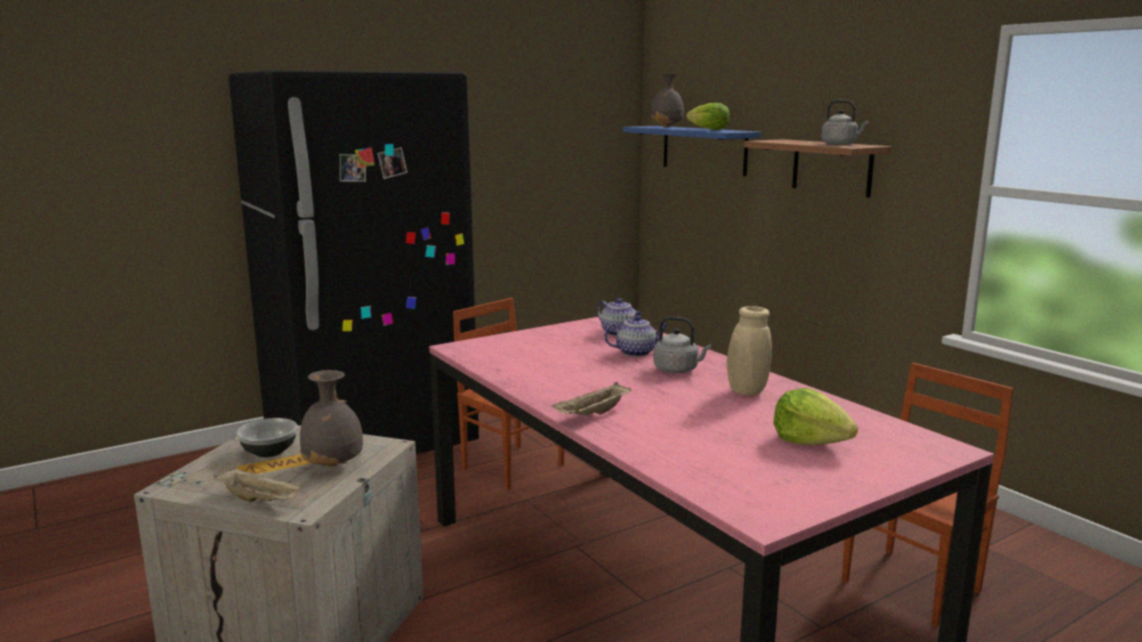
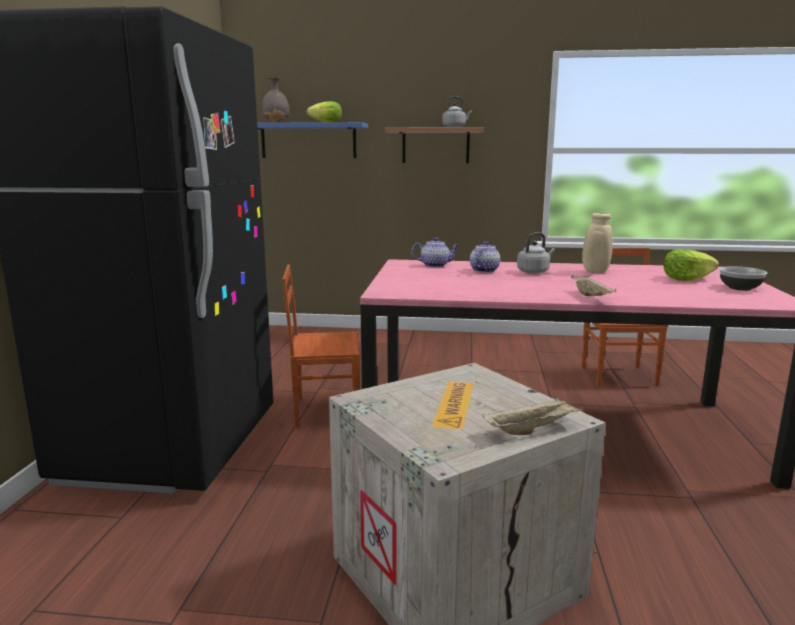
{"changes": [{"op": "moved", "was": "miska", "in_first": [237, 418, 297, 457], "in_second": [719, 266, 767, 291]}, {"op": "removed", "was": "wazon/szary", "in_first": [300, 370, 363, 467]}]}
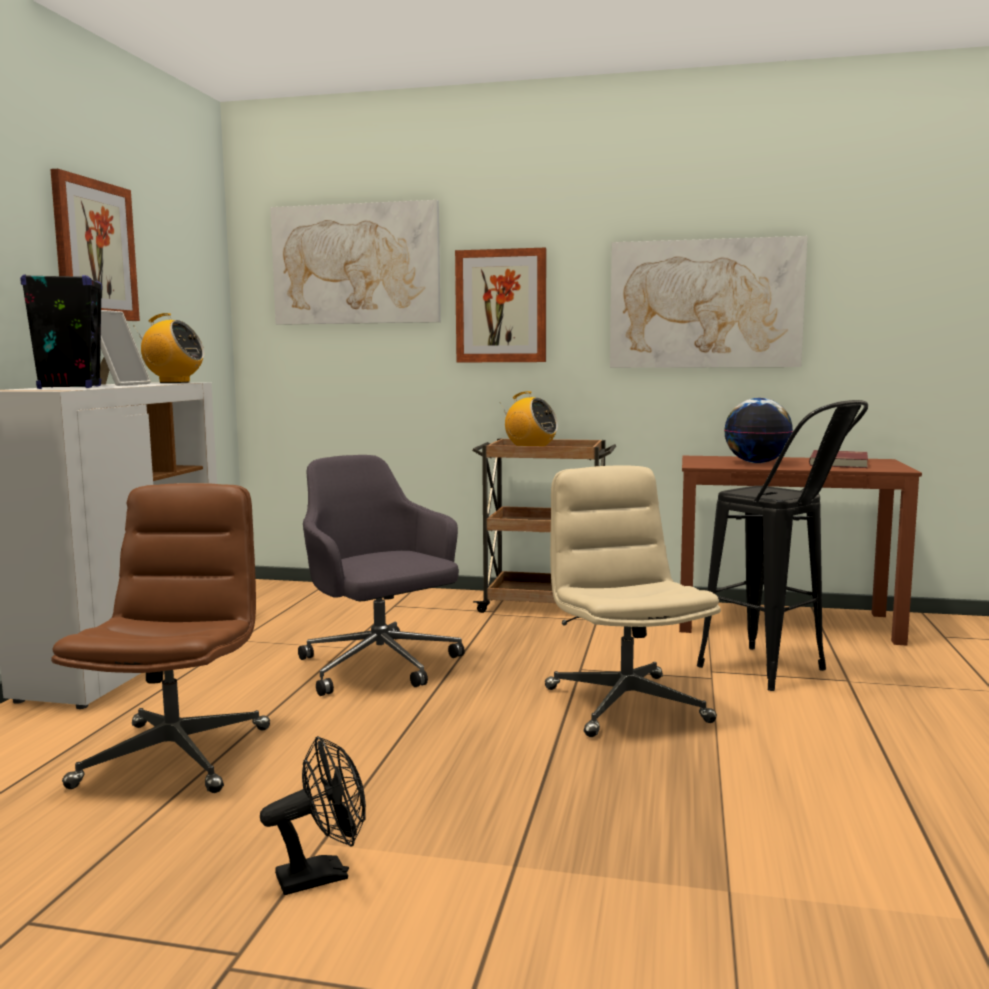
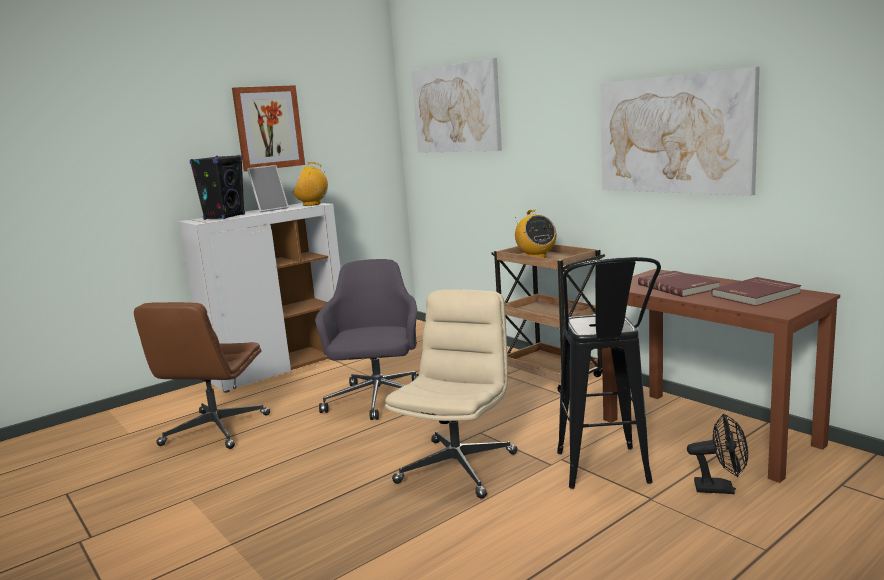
{"changes": [{"op": "turned", "was": "krzesło biurowe/brązowy", "in_first": [51, 483, 270, 793], "in_second": [134, 302, 270, 449], "clockwise": 150}, {"op": "turned", "was": "radio", "in_first": [133, 313, 205, 383], "in_second": [293, 162, 328, 206], "clockwise": 120}, {"op": "moved", "was": "wentylator/czarny", "in_first": [260, 736, 366, 895], "in_second": [687, 414, 748, 494]}, {"op": "removed", "was": "obraz", "in_first": [455, 248, 546, 362]}, {"op": "replaced", "was": "globus", "now": "książka/czerwony", "in_first": [724, 398, 793, 463], "in_second": [638, 271, 720, 297]}]}
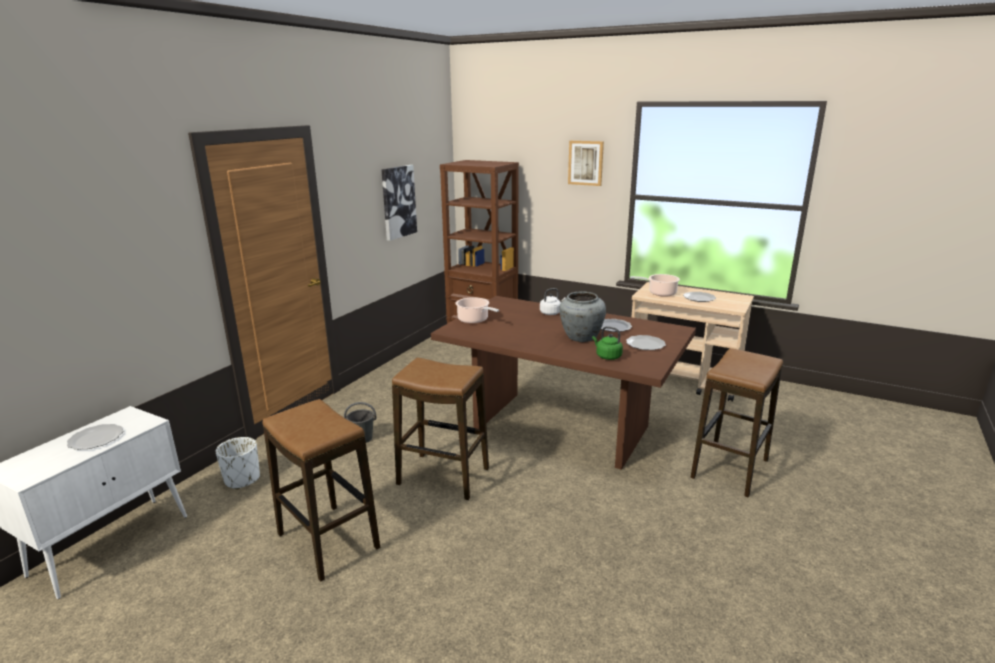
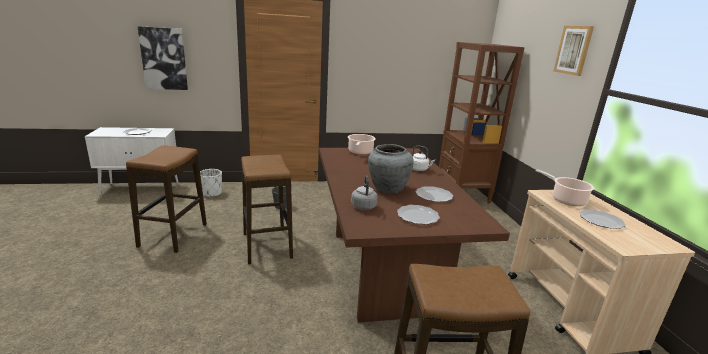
{"changes": [{"op": "moved", "was": "obraz", "in_first": [381, 165, 417, 241], "in_second": [137, 26, 188, 90]}, {"op": "recoloured", "was": "czajnik/zielony", "now": "czajnik/szary", "in_first": [592, 326, 623, 360], "in_second": [351, 176, 377, 210]}]}
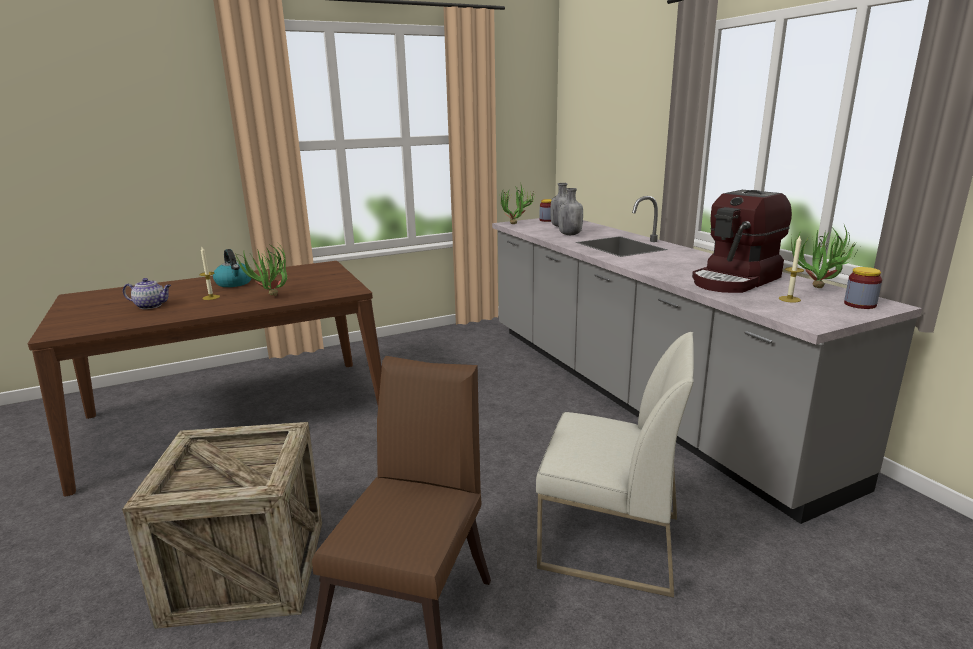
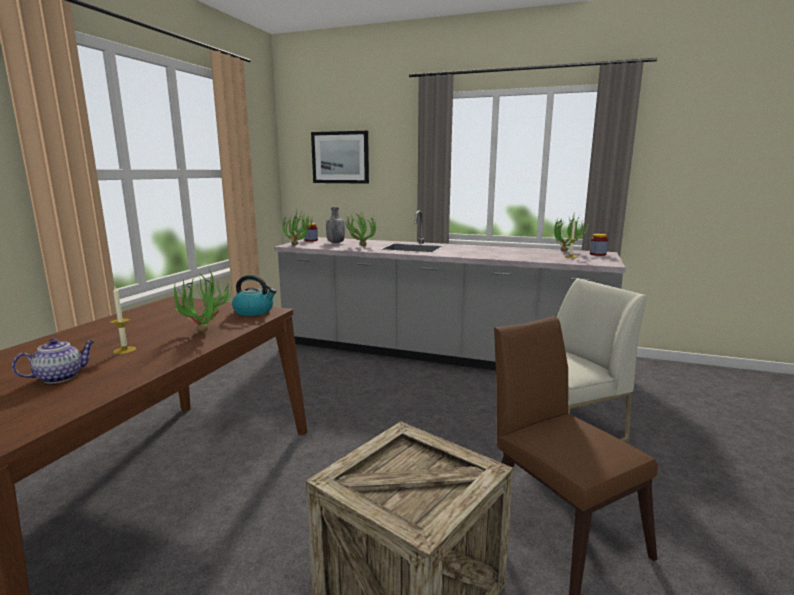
{"changes": [{"op": "moved", "was": "czajnik", "in_first": [213, 249, 251, 287], "in_second": [232, 275, 276, 316]}, {"op": "replaced", "was": "butelka/szary", "now": "roślina doniczkowa", "in_first": [558, 188, 583, 235], "in_second": [345, 210, 376, 246]}, {"op": "removed", "was": "ekspres do kawy", "in_first": [692, 190, 792, 293]}, {"op": "added", "now": "obraz", "in_second": [311, 131, 369, 184]}]}
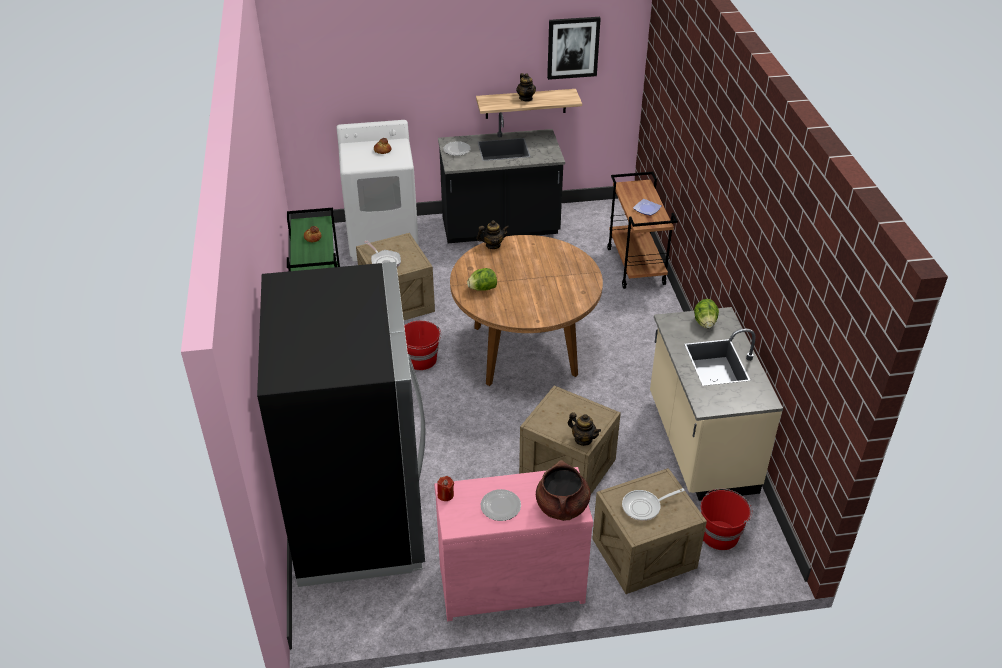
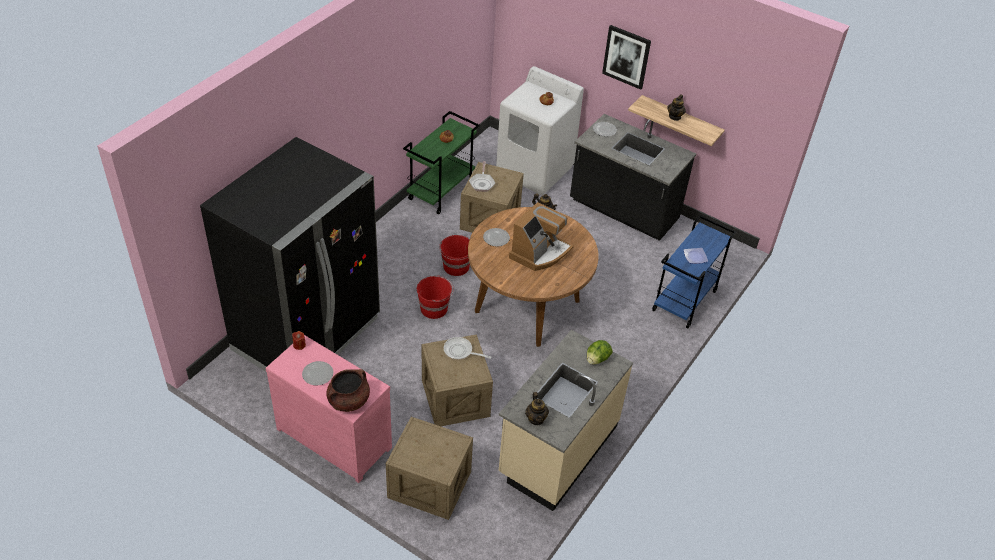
{"changes": [{"op": "replaced", "was": "sałata", "now": "talerz", "in_first": [467, 268, 497, 291], "in_second": [483, 228, 510, 246]}, {"op": "moved", "was": "obraz", "in_first": [547, 17, 601, 80], "in_second": [602, 25, 651, 90]}, {"op": "moved", "was": "imbryk", "in_first": [568, 412, 601, 446], "in_second": [525, 392, 549, 425]}, {"op": "recoloured", "was": "wózek/brązowy", "now": "wózek/niebieski", "in_first": [607, 172, 678, 289], "in_second": [652, 215, 736, 328]}, {"op": "moved", "was": "patelnia", "in_first": [622, 488, 685, 521], "in_second": [444, 337, 491, 360]}, {"op": "moved", "was": "wiadro/czerwony", "in_first": [701, 489, 753, 550], "in_second": [417, 275, 453, 319]}, {"op": "added", "now": "ekspres do kawy", "in_second": [509, 202, 574, 271]}]}
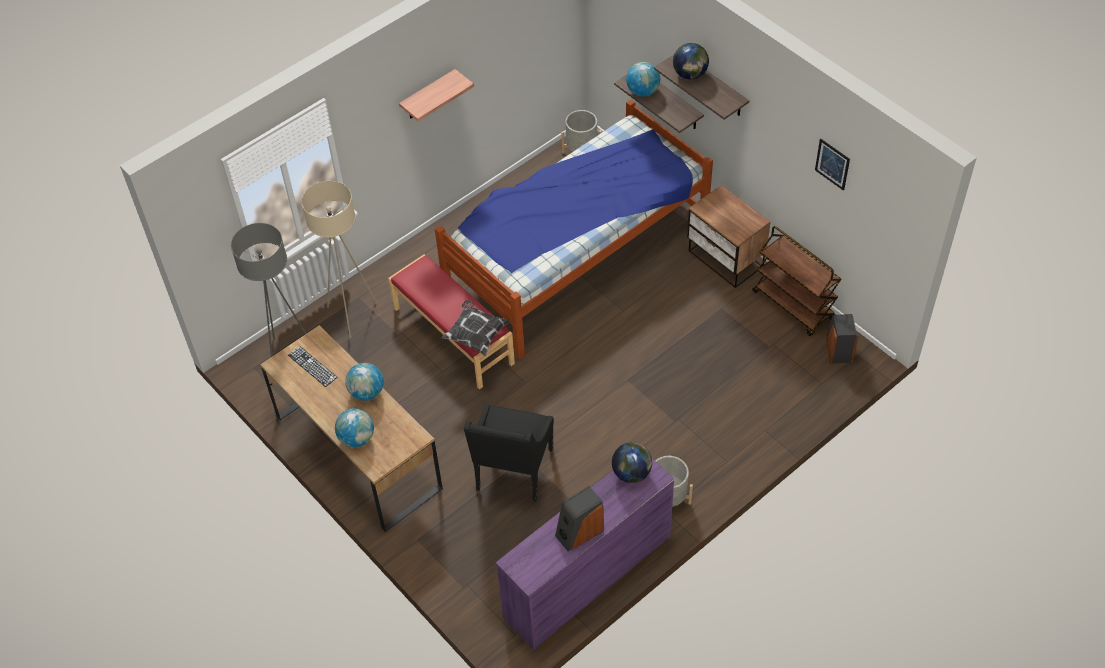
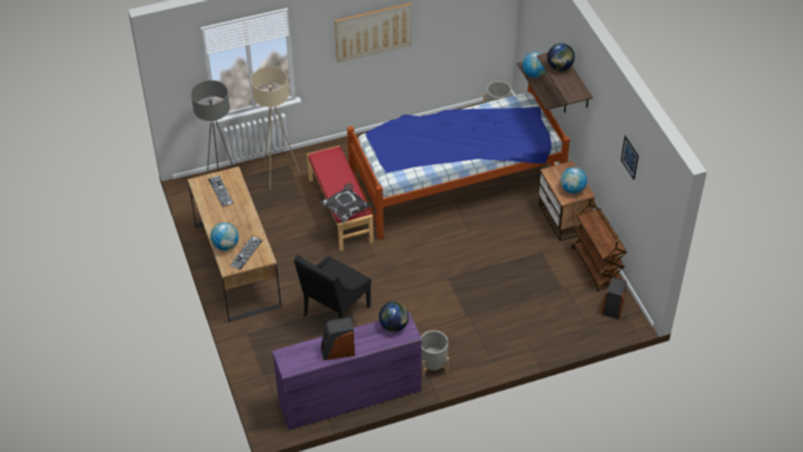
{"changes": [{"op": "moved", "was": "globus", "in_first": [345, 363, 384, 401], "in_second": [560, 167, 587, 194]}, {"op": "replaced", "was": "półka", "now": "obraz", "in_first": [399, 69, 474, 121], "in_second": [335, 3, 412, 62]}, {"op": "added", "now": "klawiatura", "in_second": [230, 236, 263, 270]}]}
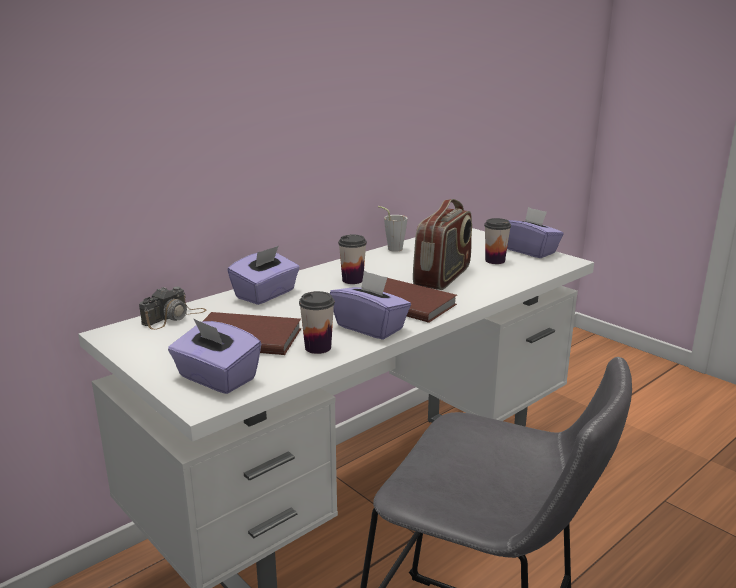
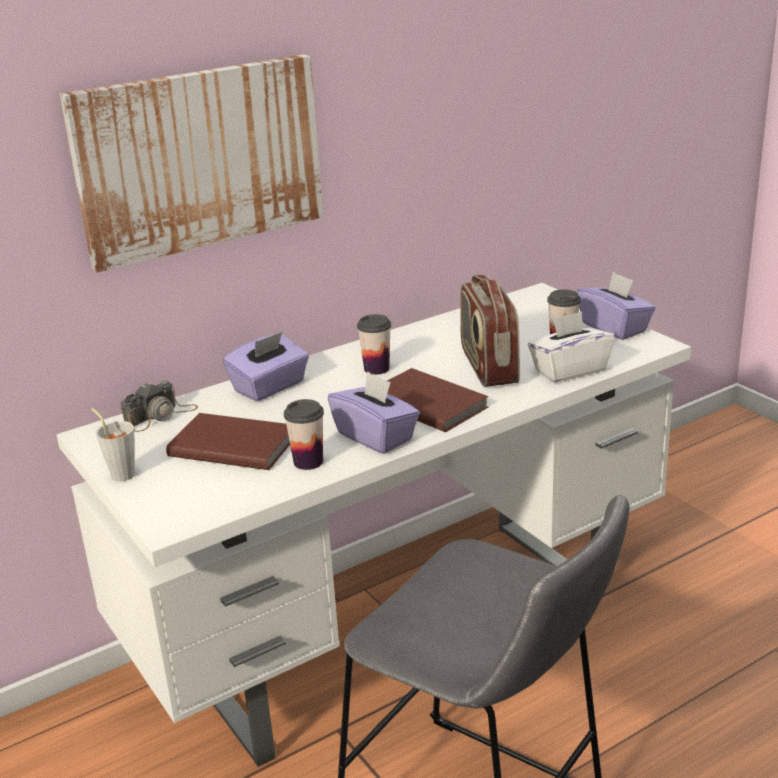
{"changes": [{"op": "removed", "was": "pudełko chusteczek/fioletowy", "in_first": [168, 318, 261, 394]}, {"op": "moved", "was": "filiżanka/szary", "in_first": [378, 206, 408, 252], "in_second": [91, 408, 135, 481]}, {"op": "turned", "was": "radio", "in_first": [413, 199, 472, 290], "in_second": [460, 275, 520, 387], "clockwise": 135}, {"op": "added", "now": "obraz", "in_second": [60, 55, 323, 273]}, {"op": "added", "now": "pudełko chusteczek/biały", "in_second": [528, 311, 615, 383]}]}
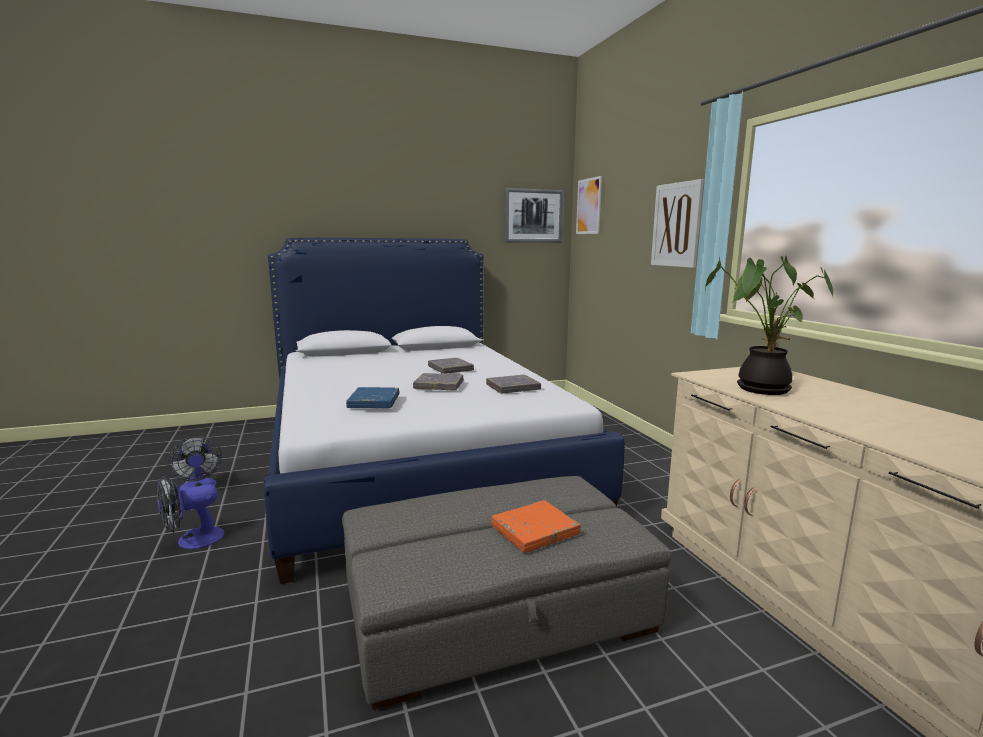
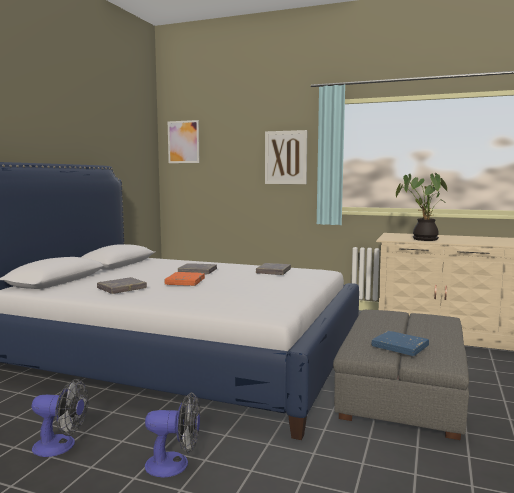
{"changes": [{"op": "turned", "was": "wentylator", "in_first": [157, 476, 224, 549], "in_second": [145, 392, 200, 478], "clockwise": -90}, {"op": "moved", "was": "książka/niebieski", "in_first": [346, 387, 399, 408], "in_second": [371, 331, 429, 356]}, {"op": "moved", "was": "książka/szary", "in_first": [413, 373, 463, 391], "in_second": [97, 277, 147, 294]}, {"op": "moved", "was": "książka/pomarańczowy", "in_first": [491, 500, 581, 553], "in_second": [164, 272, 205, 286]}, {"op": "removed", "was": "obraz", "in_first": [504, 188, 564, 243]}]}
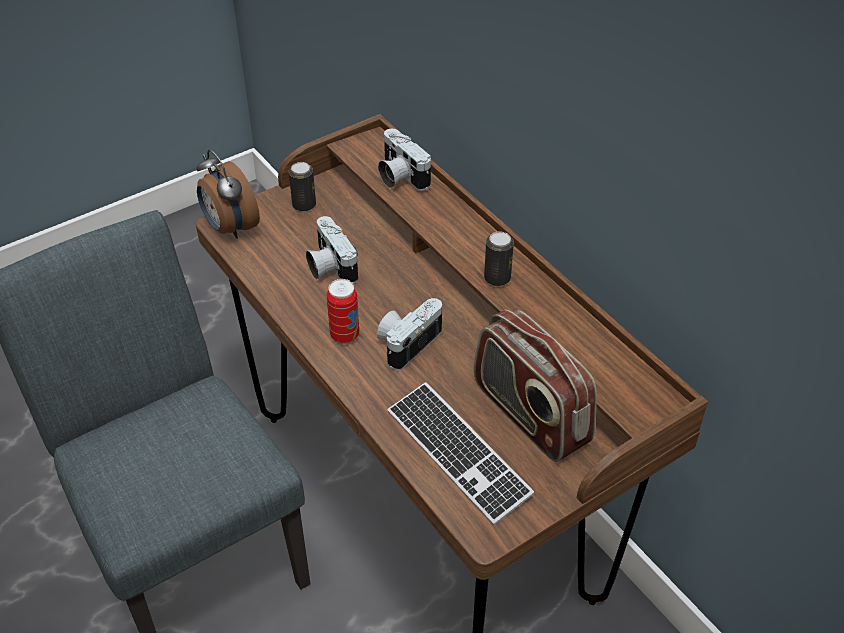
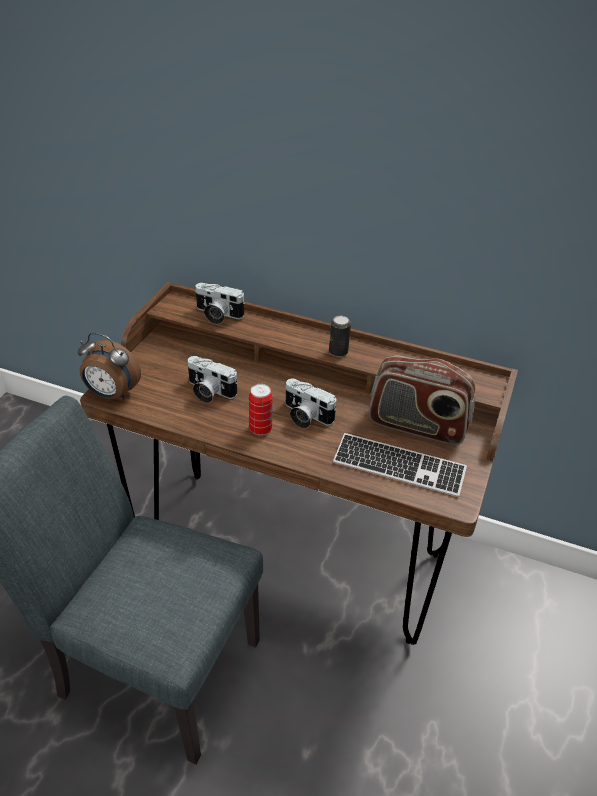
{"changes": [{"op": "removed", "was": "puszka", "in_first": [289, 162, 316, 212]}, {"op": "turned", "was": "aparat fotograficzny", "in_first": [377, 298, 442, 371], "in_second": [285, 378, 336, 429], "clockwise": -60}]}
